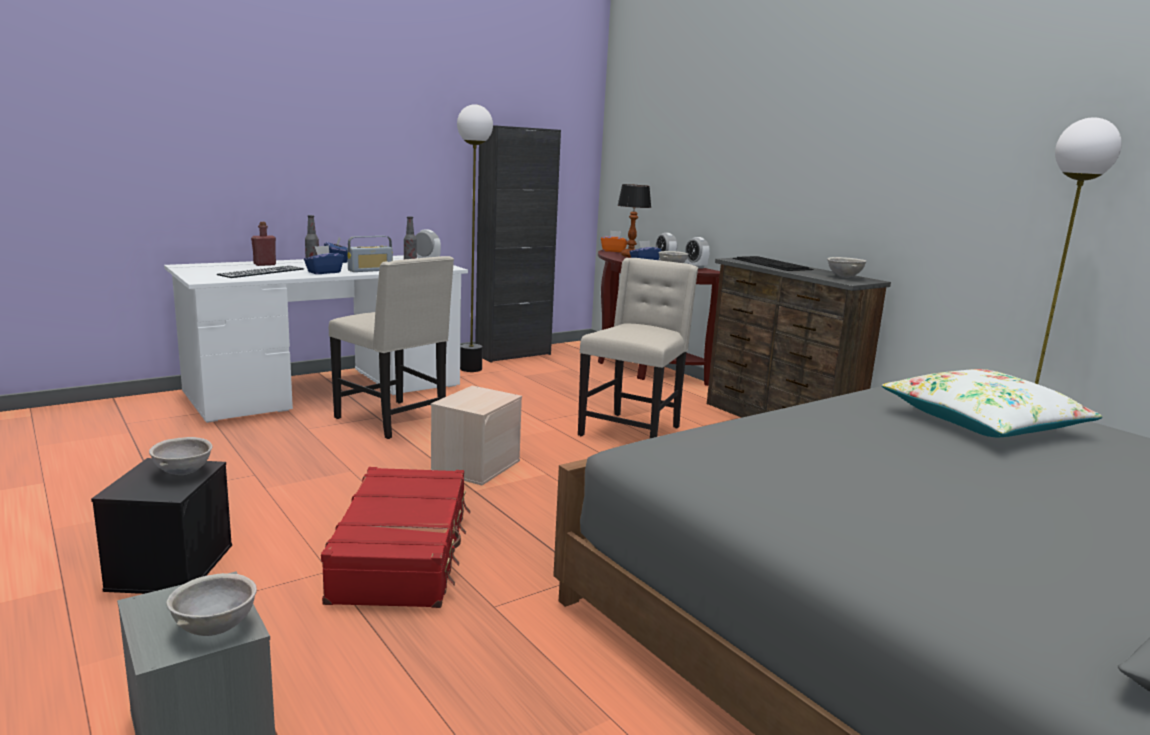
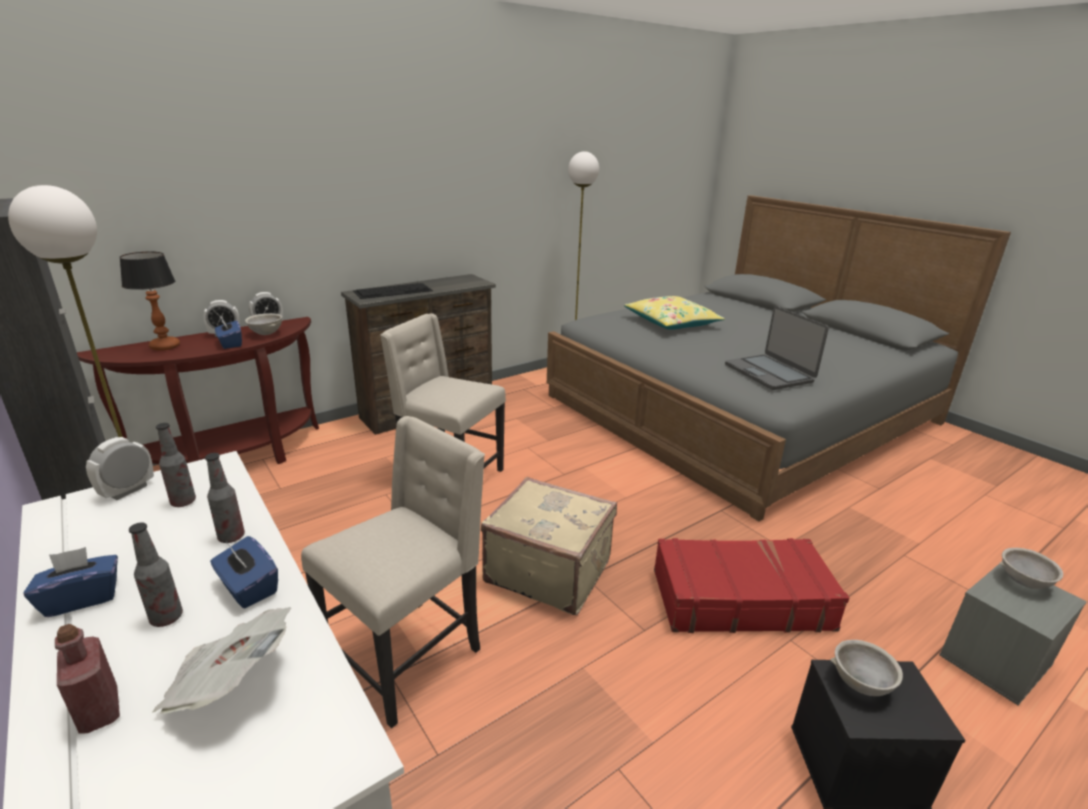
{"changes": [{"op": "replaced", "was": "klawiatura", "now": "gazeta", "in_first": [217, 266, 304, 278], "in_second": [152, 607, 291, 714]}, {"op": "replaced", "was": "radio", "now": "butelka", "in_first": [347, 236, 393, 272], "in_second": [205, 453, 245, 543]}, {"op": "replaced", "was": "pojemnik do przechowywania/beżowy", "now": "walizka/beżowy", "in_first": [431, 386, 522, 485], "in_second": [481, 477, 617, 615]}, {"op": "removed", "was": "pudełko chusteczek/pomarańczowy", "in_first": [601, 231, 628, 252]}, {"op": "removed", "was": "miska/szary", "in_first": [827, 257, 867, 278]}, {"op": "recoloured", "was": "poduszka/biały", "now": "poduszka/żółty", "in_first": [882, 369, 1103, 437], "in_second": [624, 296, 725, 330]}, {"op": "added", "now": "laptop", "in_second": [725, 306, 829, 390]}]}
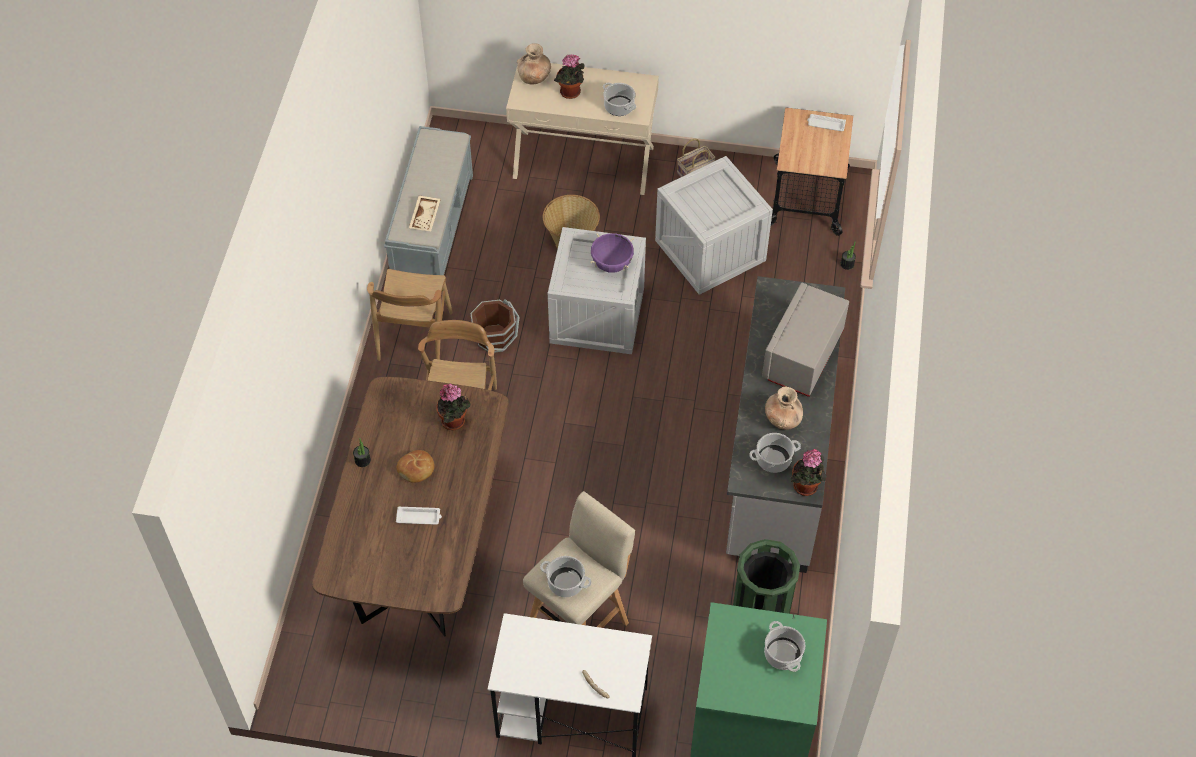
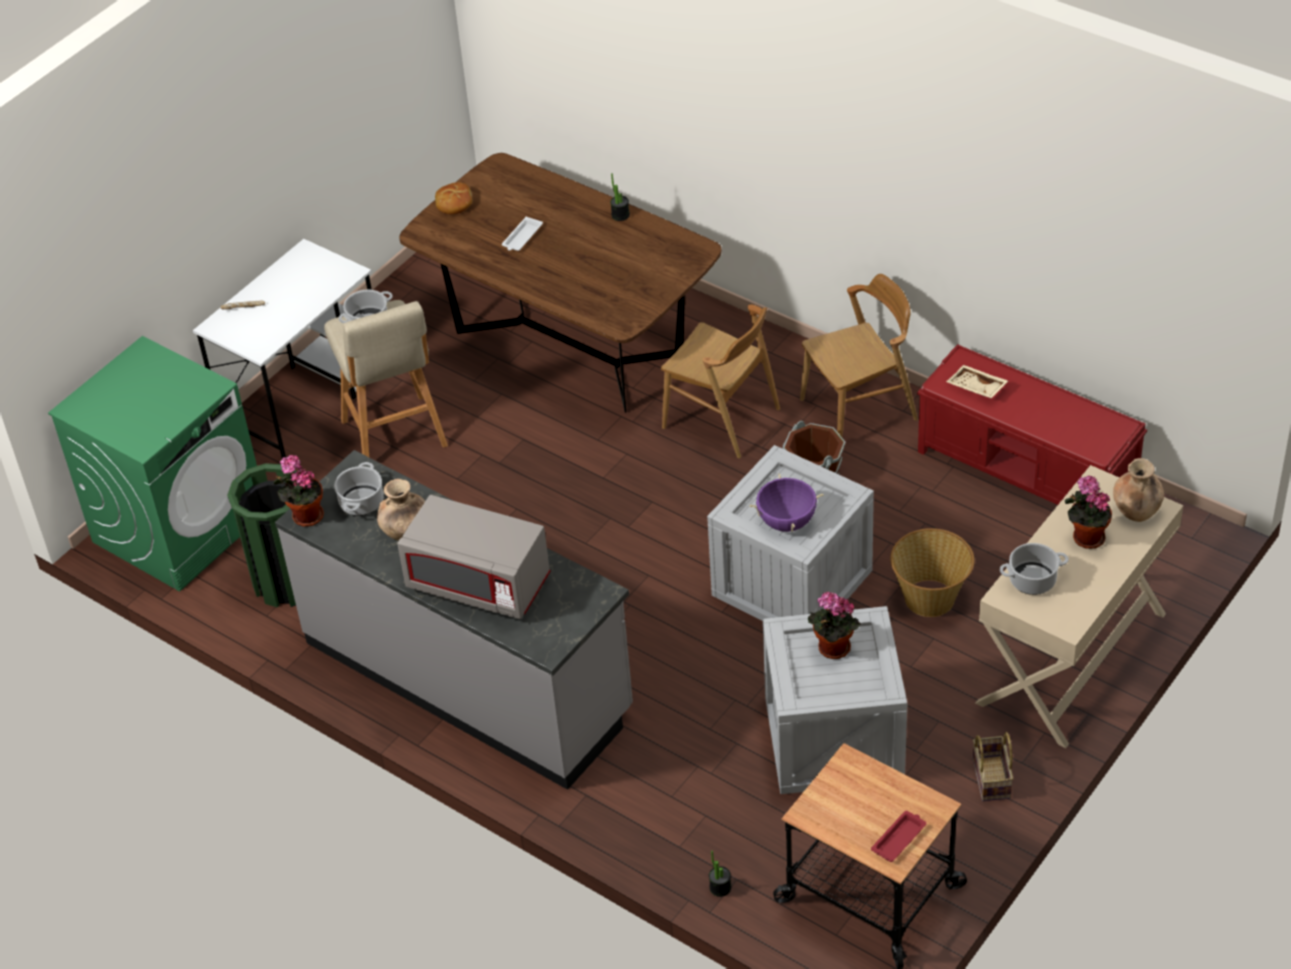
{"changes": [{"op": "turned", "was": "krzesło/brązowy", "in_first": [367, 269, 453, 361], "in_second": [800, 274, 918, 437], "clockwise": 120}, {"op": "recoloured", "was": "ławka/szary", "now": "ławka/czerwony", "in_first": [384, 126, 473, 275], "in_second": [917, 344, 1147, 505]}, {"op": "moved", "was": "chleb", "in_first": [397, 450, 434, 483], "in_second": [435, 182, 472, 214]}, {"op": "moved", "was": "roślina doniczkowa", "in_first": [437, 384, 471, 430], "in_second": [808, 591, 861, 659]}, {"op": "turned", "was": "mikrofalówka/szary", "in_first": [762, 283, 849, 397], "in_second": [397, 495, 551, 619], "clockwise": 150}, {"op": "removed", "was": "garnek", "in_first": [764, 621, 806, 672]}, {"op": "recoloured", "was": "taca/biały", "now": "taca/czerwony", "in_first": [807, 114, 846, 131], "in_second": [871, 811, 926, 862]}]}
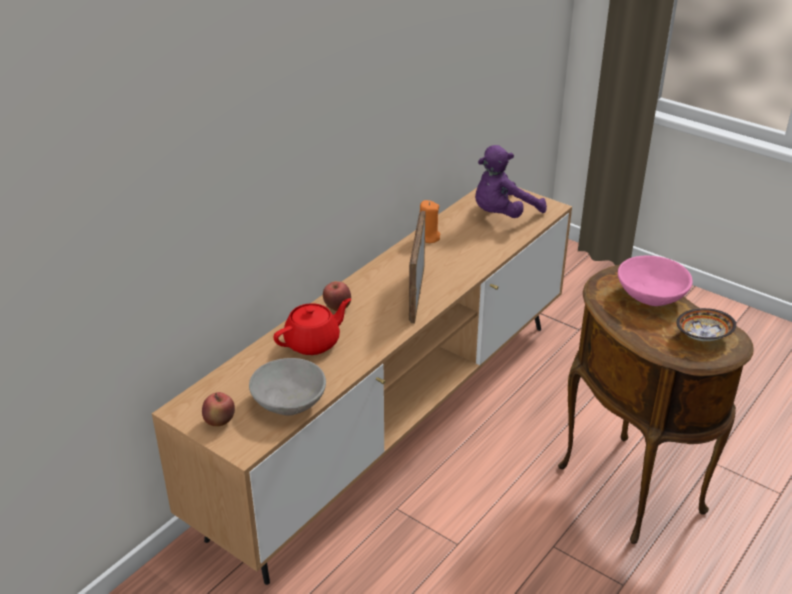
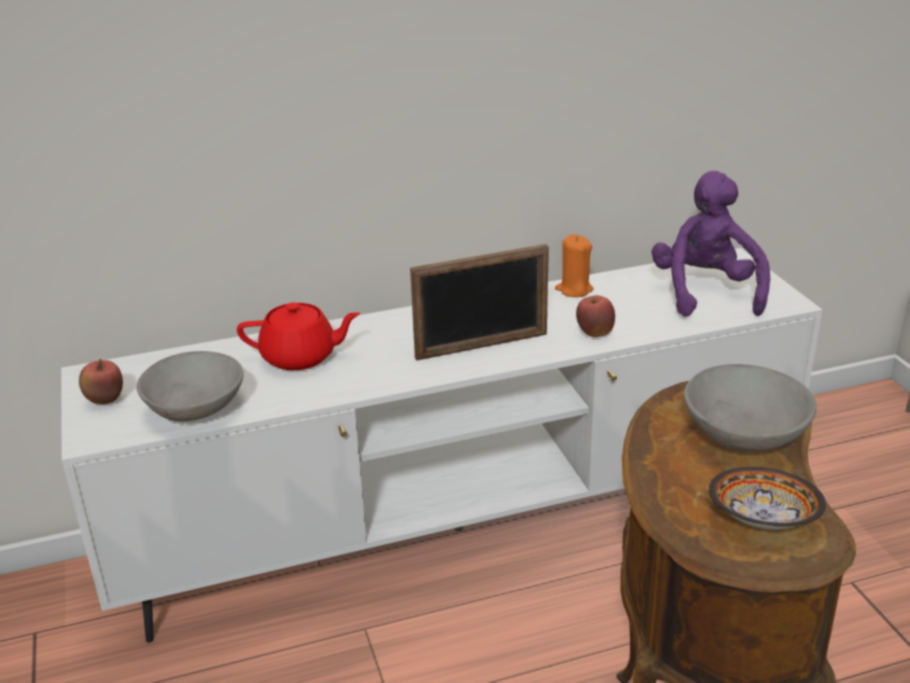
{"changes": [{"op": "recoloured", "was": "szafka pod telewizor/brązowy", "now": "szafka pod telewizor/biały", "in_first": [152, 187, 572, 585], "in_second": [61, 248, 822, 643]}, {"op": "moved", "was": "jabłko", "in_first": [323, 281, 351, 311], "in_second": [576, 295, 615, 337]}, {"op": "turned", "was": "ramka na zdjęcie", "in_first": [409, 211, 425, 323], "in_second": [410, 244, 549, 360], "clockwise": -150}, {"op": "turned", "was": "pluszak/fioletowy", "in_first": [475, 145, 547, 218], "in_second": [652, 171, 770, 316], "clockwise": 90}, {"op": "recoloured", "was": "miska/różowy", "now": "miska/szary", "in_first": [618, 256, 693, 306], "in_second": [684, 364, 817, 451]}]}
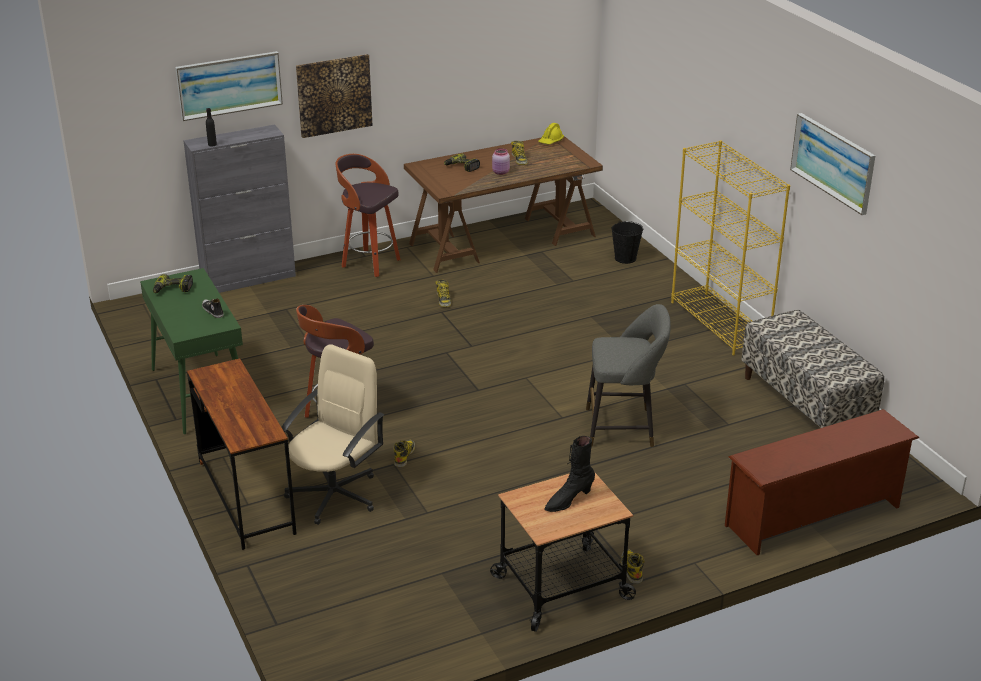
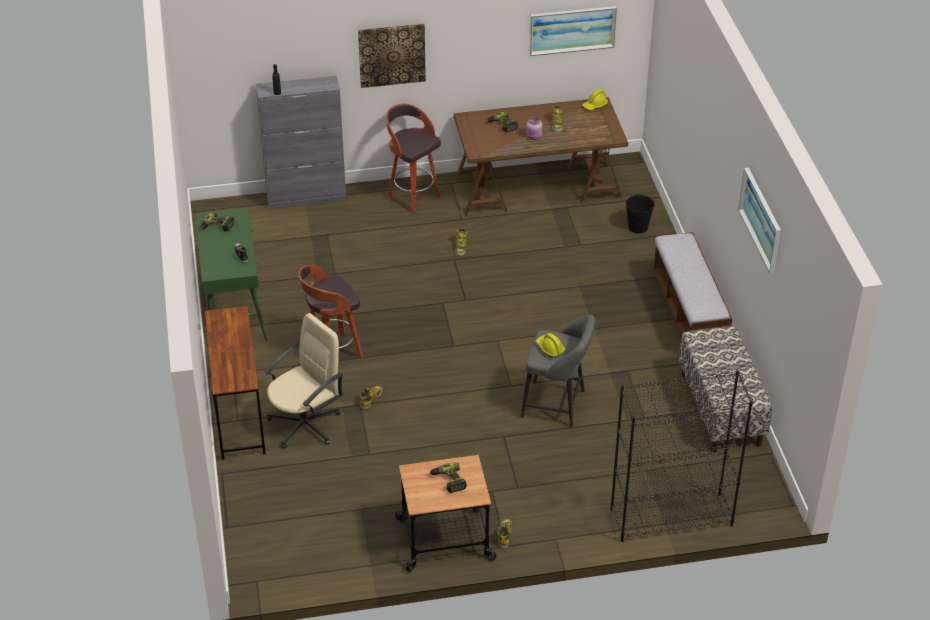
{"changes": [{"op": "moved", "was": "obraz", "in_first": [175, 51, 283, 121], "in_second": [529, 6, 617, 56]}, {"op": "replaced", "was": "but z cholewką/czarny", "now": "wiertarka", "in_first": [544, 436, 595, 512], "in_second": [430, 462, 467, 493]}, {"op": "replaced", "was": "regał/żółty", "now": "ławka", "in_first": [671, 140, 790, 356], "in_second": [652, 232, 732, 337]}, {"op": "replaced", "was": "regał na buty/brązowy", "now": "regał/czarny", "in_first": [725, 409, 919, 555], "in_second": [611, 370, 753, 542]}, {"op": "added", "now": "kask/żółty", "in_second": [536, 333, 565, 357]}]}
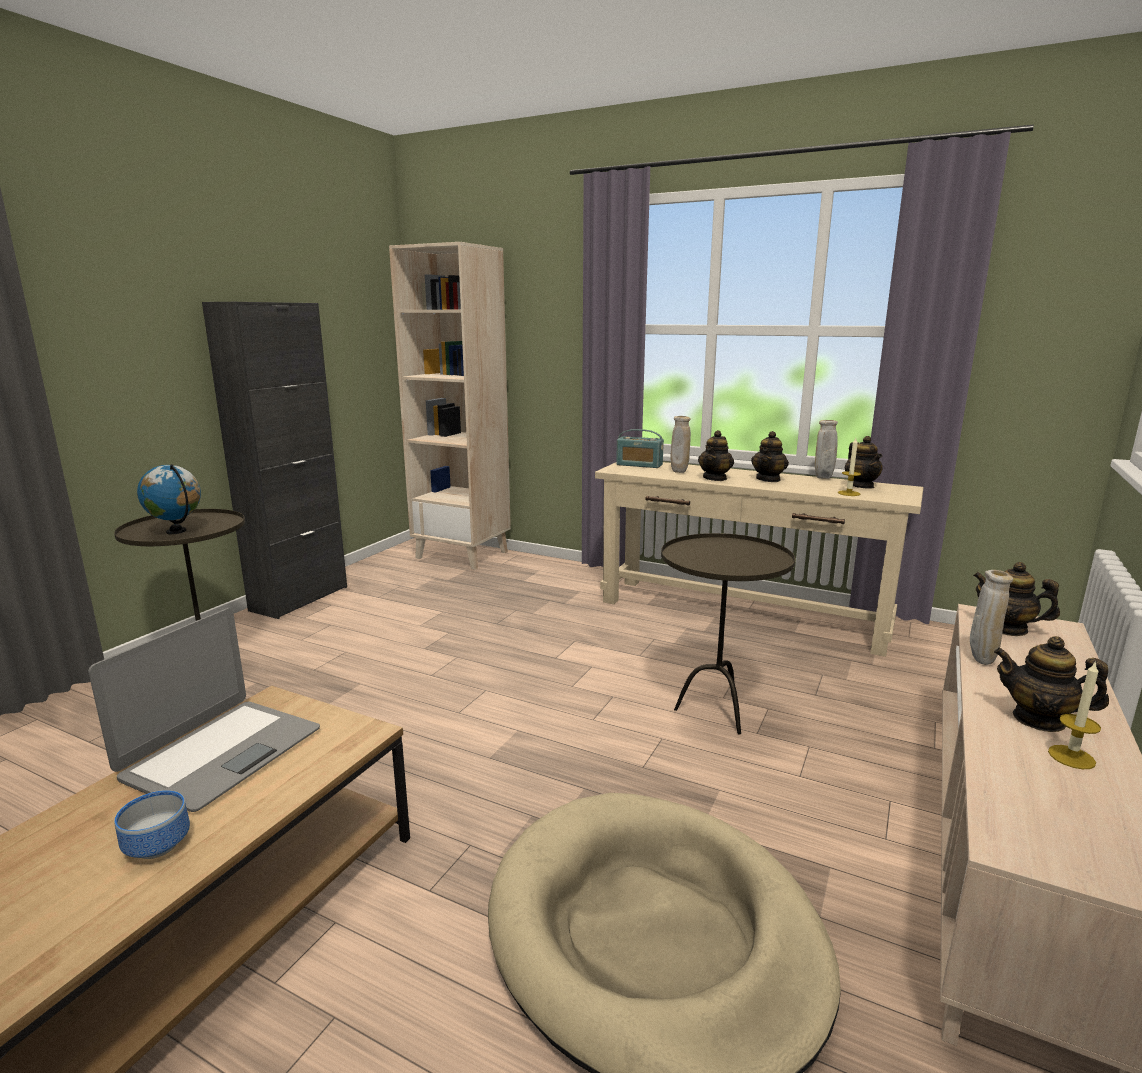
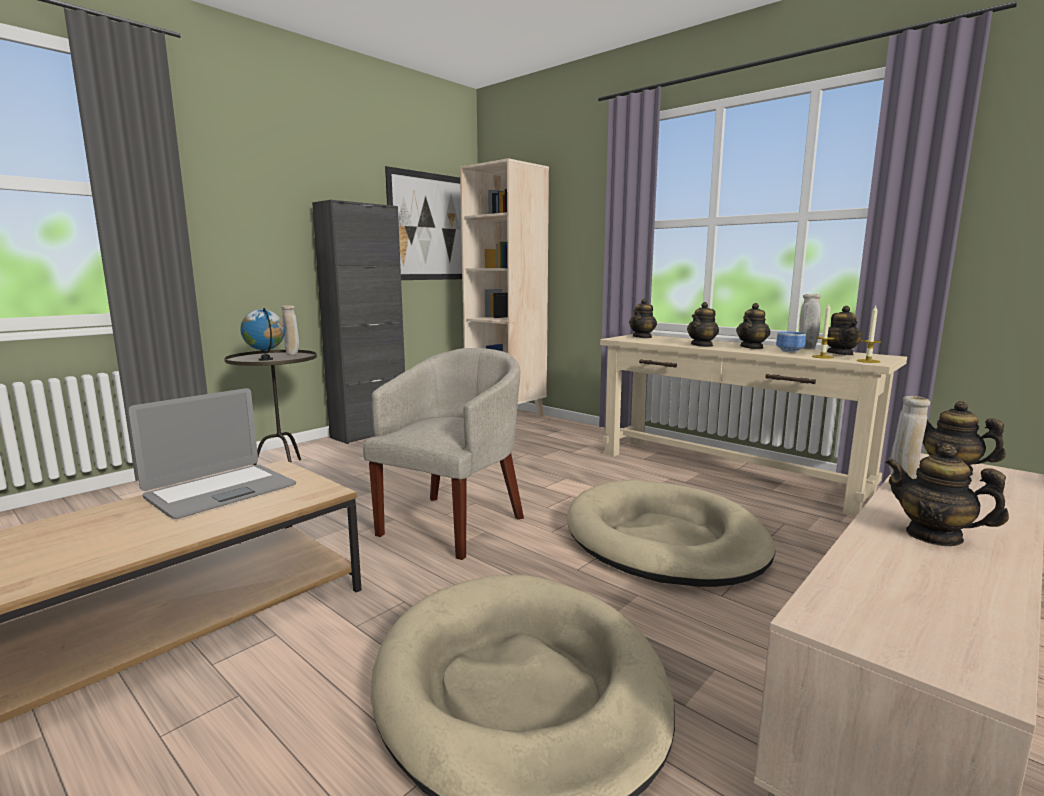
{"changes": [{"op": "moved", "was": "miska", "in_first": [114, 790, 190, 859], "in_second": [776, 331, 806, 352]}, {"op": "replaced", "was": "radio", "now": "imbryk", "in_first": [616, 429, 664, 468], "in_second": [629, 298, 657, 338]}, {"op": "replaced", "was": "stolik/brązowy", "now": "legowisko/beżowy", "in_first": [661, 533, 795, 735], "in_second": [567, 480, 776, 587]}, {"op": "moved", "was": "wazon/beżowy", "in_first": [671, 416, 691, 473], "in_second": [281, 305, 299, 355]}, {"op": "moved", "was": "świeca", "in_first": [1048, 661, 1101, 769], "in_second": [857, 306, 881, 363]}, {"op": "added", "now": "fotel/beżowy", "in_second": [363, 348, 524, 560]}, {"op": "added", "now": "obraz", "in_second": [385, 166, 462, 280]}]}
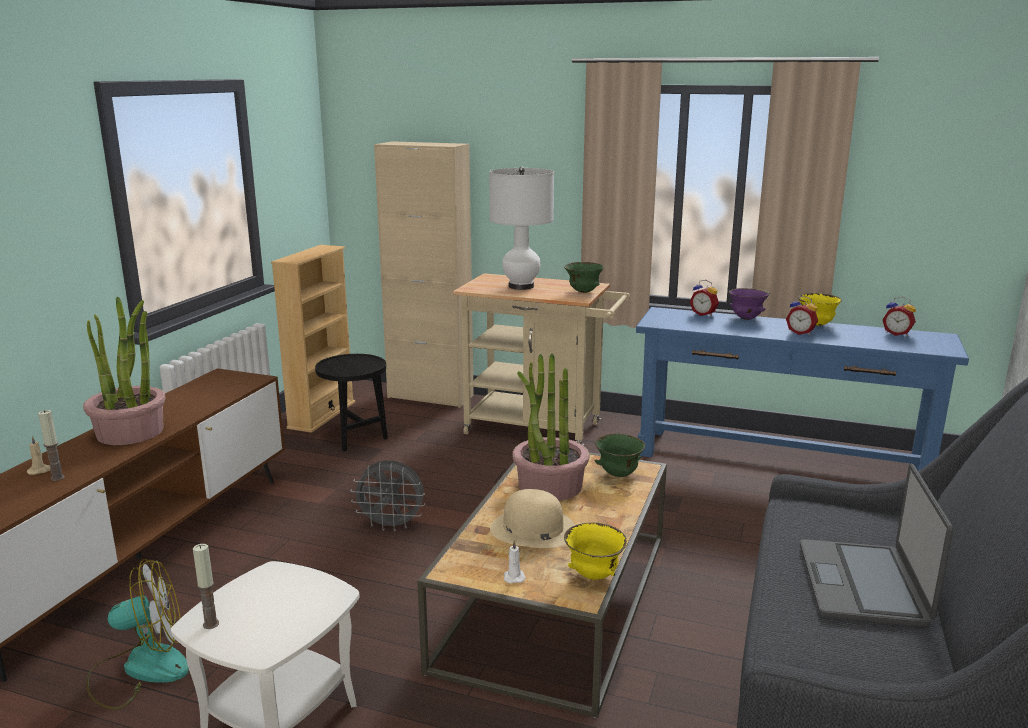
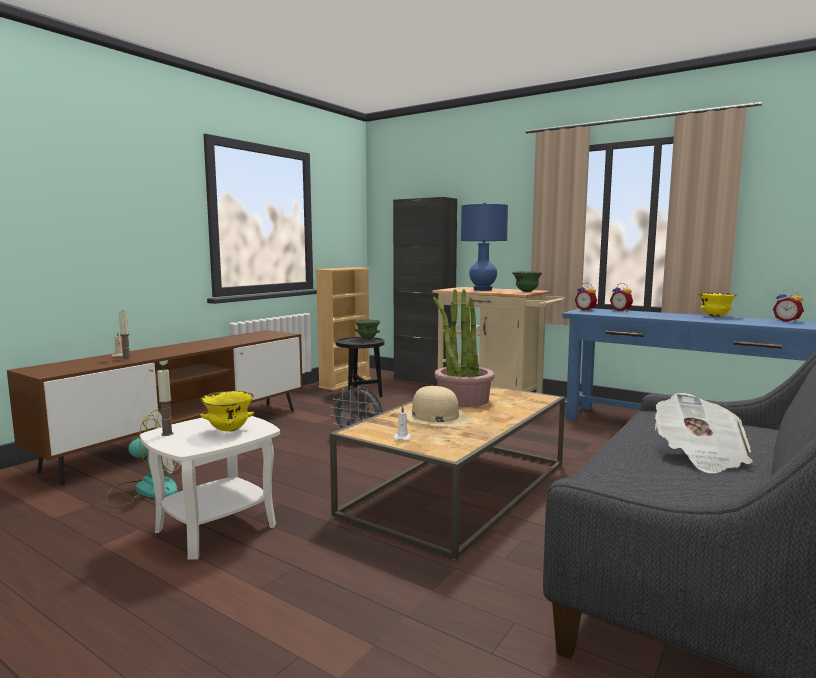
{"changes": [{"op": "removed", "was": "roślina doniczkowa", "in_first": [83, 296, 166, 445]}, {"op": "recoloured", "was": "szafka/beżowy", "now": "szafka/czarny", "in_first": [374, 141, 474, 408], "in_second": [393, 197, 457, 385]}, {"op": "recoloured", "was": "lampa stołowa/biały", "now": "lampa stołowa/niebieski", "in_first": [489, 167, 554, 290], "in_second": [461, 202, 508, 291]}, {"op": "moved", "was": "miska/żółty", "in_first": [564, 523, 627, 580], "in_second": [200, 391, 254, 431]}, {"op": "moved", "was": "miska/zielony", "in_first": [595, 434, 645, 477], "in_second": [354, 320, 381, 339]}, {"op": "removed", "was": "miska/fioletowy", "in_first": [729, 288, 770, 320]}, {"op": "moved", "was": "budzik", "in_first": [786, 296, 818, 335], "in_second": [575, 283, 597, 311]}, {"op": "replaced", "was": "laptop", "now": "gazeta", "in_first": [800, 464, 953, 627], "in_second": [655, 393, 753, 473]}]}
